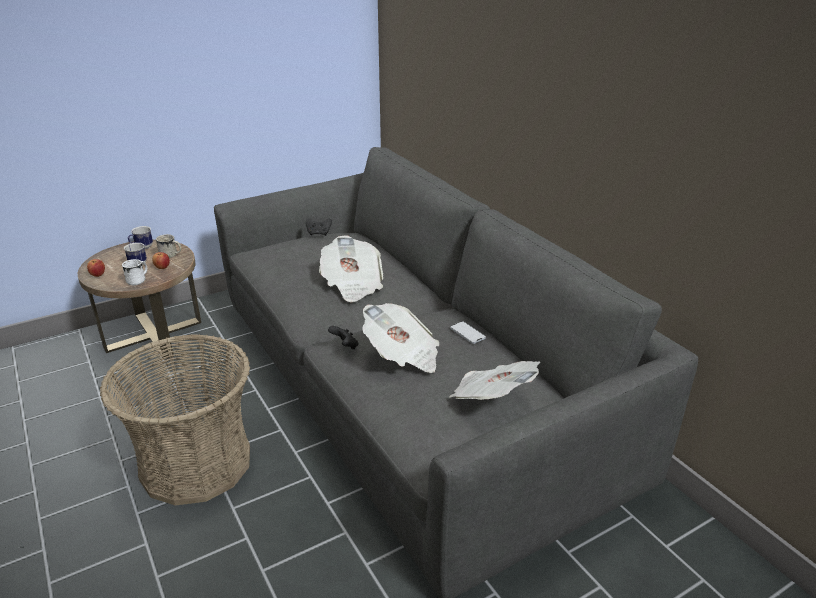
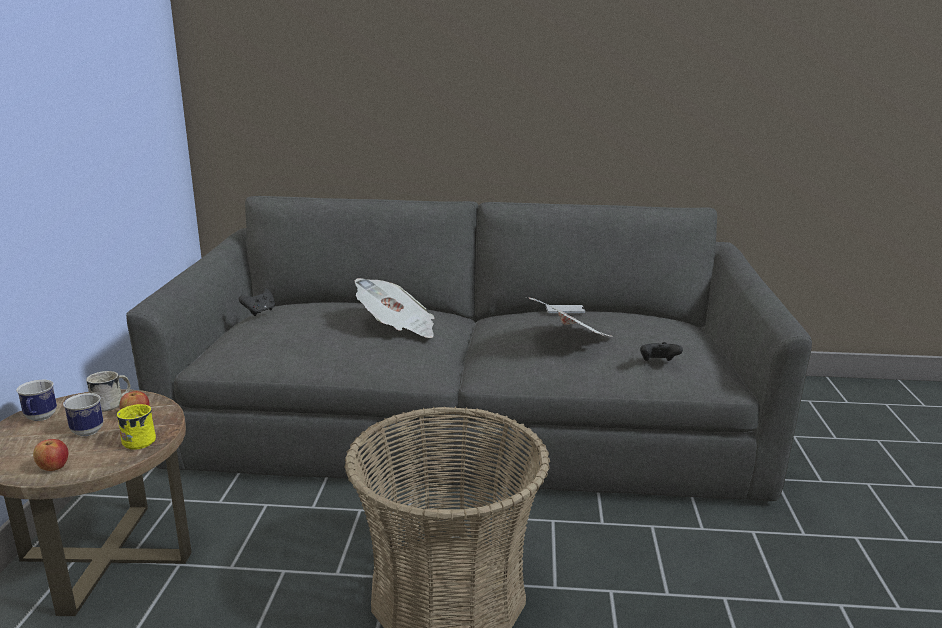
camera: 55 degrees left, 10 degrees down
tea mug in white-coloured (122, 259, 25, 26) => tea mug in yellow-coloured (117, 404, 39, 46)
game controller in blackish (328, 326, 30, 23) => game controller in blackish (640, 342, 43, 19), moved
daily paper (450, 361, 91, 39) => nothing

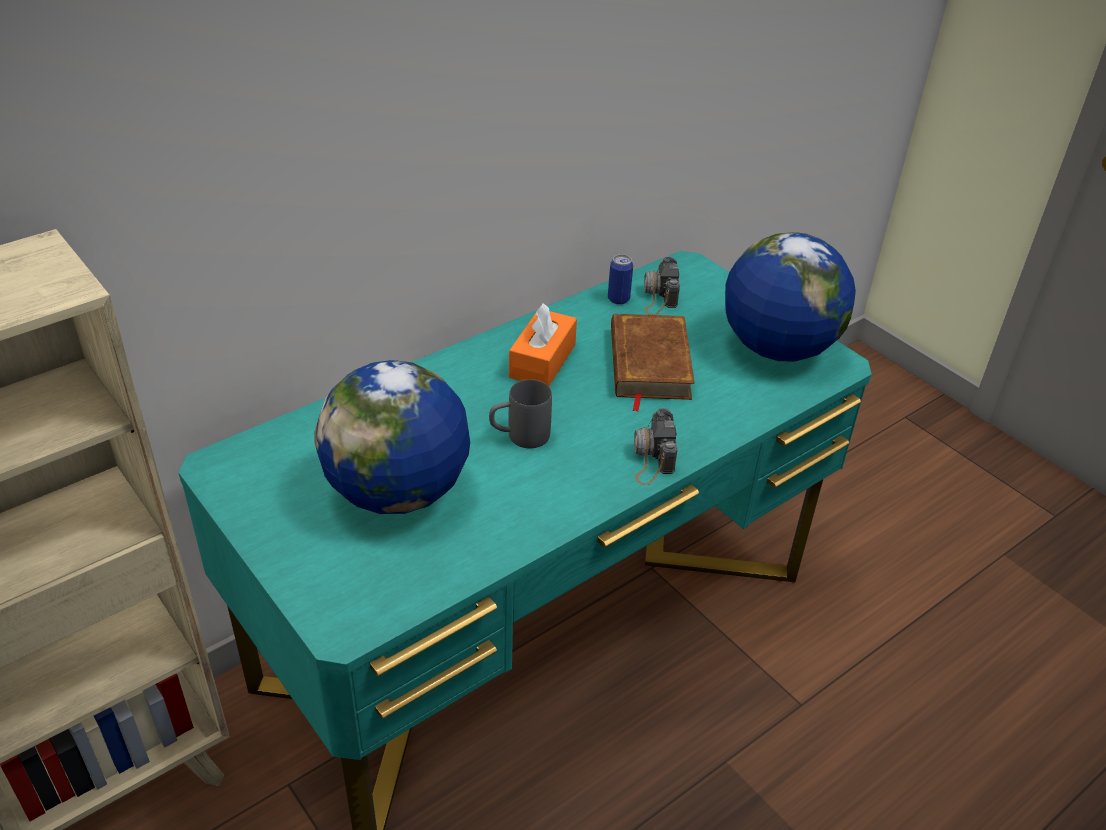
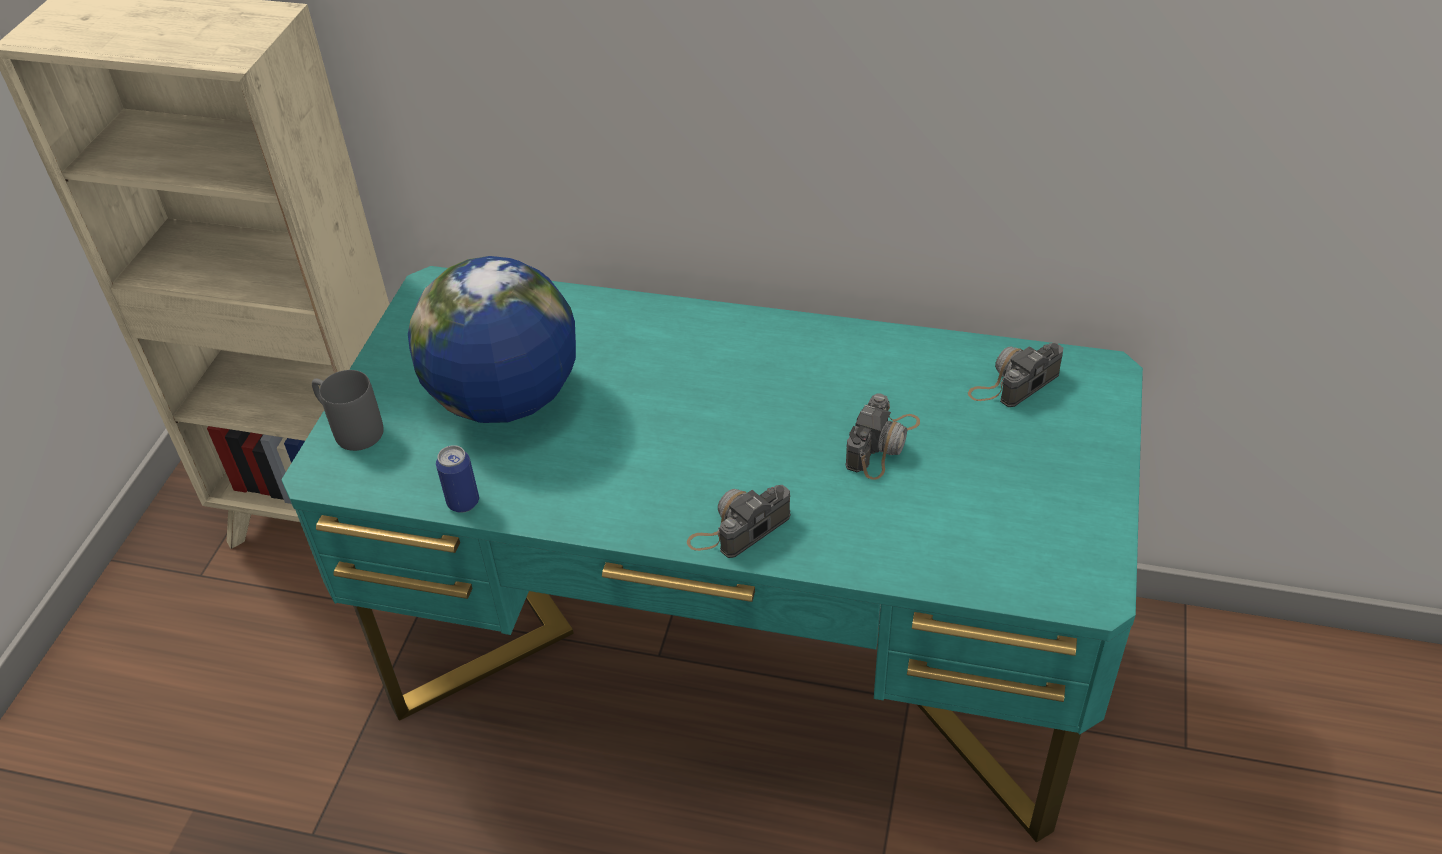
camera: 55 degrees right, 5 degrees up
tea mug in gray (489, 379, 63, 69) => tea mug in gray (312, 370, 72, 81), moved
sealed can (608, 254, 25, 51) => sealed can (436, 445, 43, 68), moved
volume in brownish (611, 314, 84, 98) => still camera (845, 393, 75, 87)
tissue box in orangey (509, 303, 68, 83) => nothing
globe (725, 232, 131, 130) => nothing

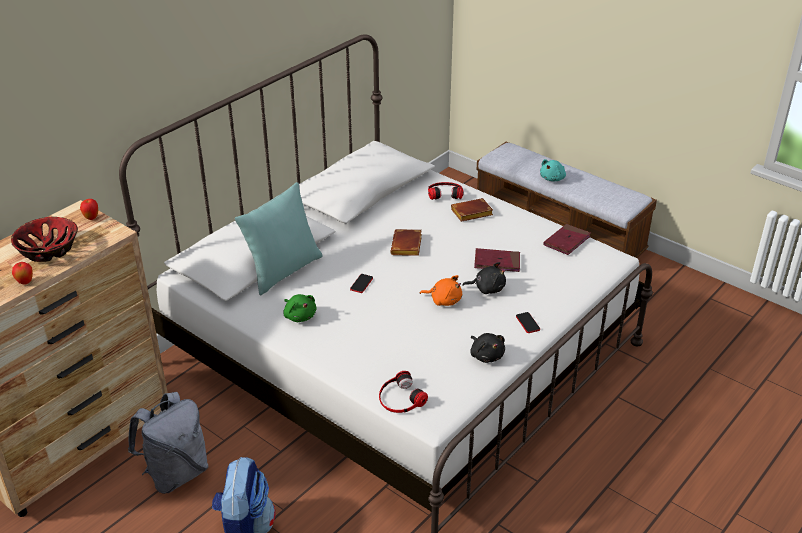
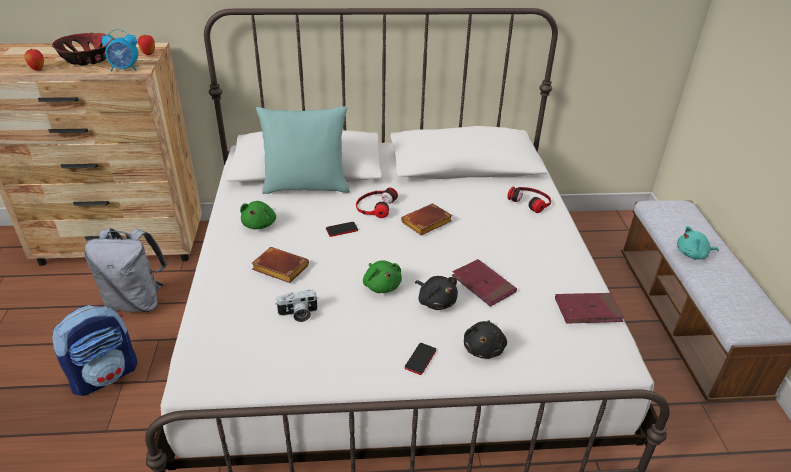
camera: 45 degrees right, 0 degrees up
nothing => alarm clock (102, 29, 36, 43)
volume in brownish (451, 198, 42, 24) => volume in brownish (251, 247, 58, 36), moved
nothing => still camera (275, 290, 43, 32)
pair of headphones (379, 371, 49, 42) => pair of headphones (356, 187, 42, 31), moved
plush toy in orangey (420, 275, 42, 31) => plush toy in greenish (363, 260, 39, 33)
plush toy in blackish (470, 333, 35, 30) => plush toy in blackish (464, 320, 43, 39), moved

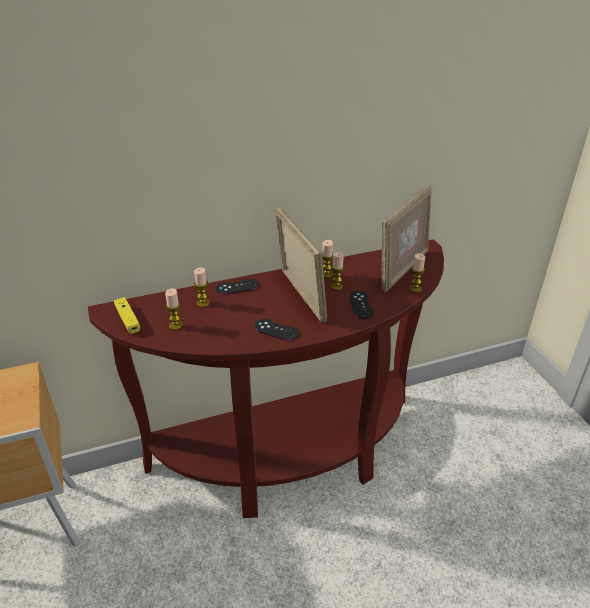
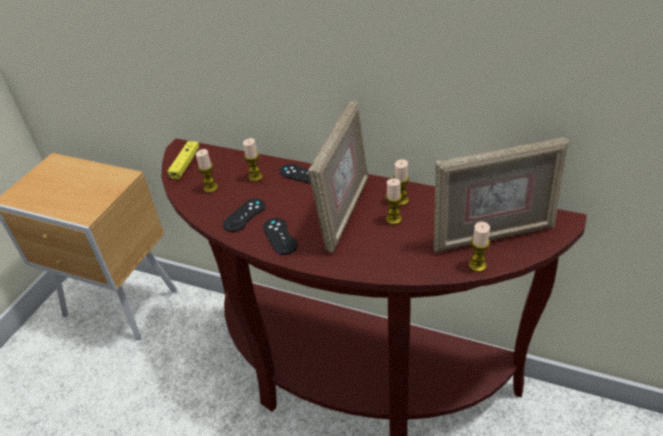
camera: 45 degrees right, 5 degrees up
game controller in blackish (349, 291, 25, 28) => game controller in blackish (223, 199, 42, 33), moved

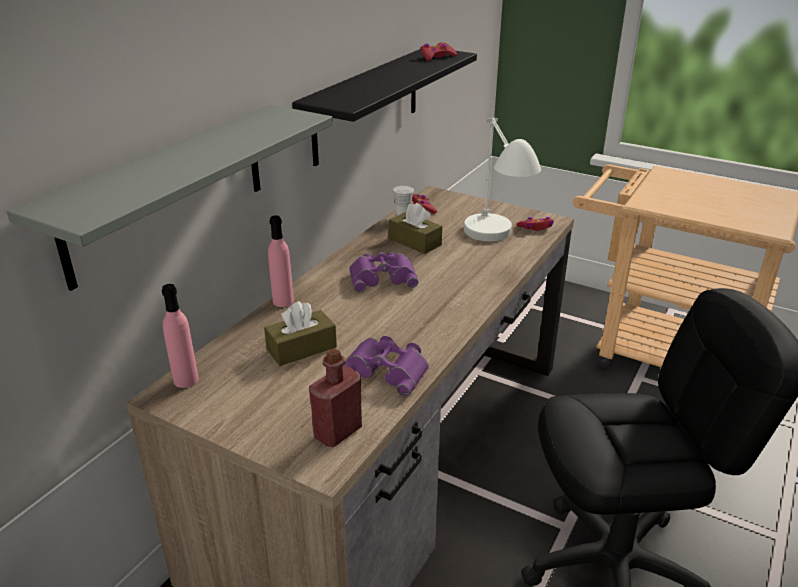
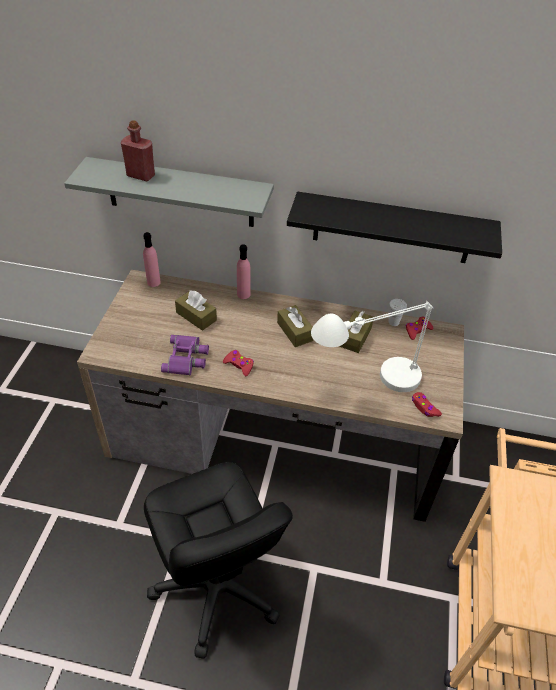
camera: 70 degrees right, 15 degrees up
bottle in red (309, 348, 53, 99) => bottle in red (121, 120, 34, 61), moved
game controller in red (421, 42, 36, 19) => game controller in red (223, 350, 31, 26), moved
binoculars in purple-coloured (349, 252, 69, 40) => tissue box in brownish (277, 305, 36, 42)

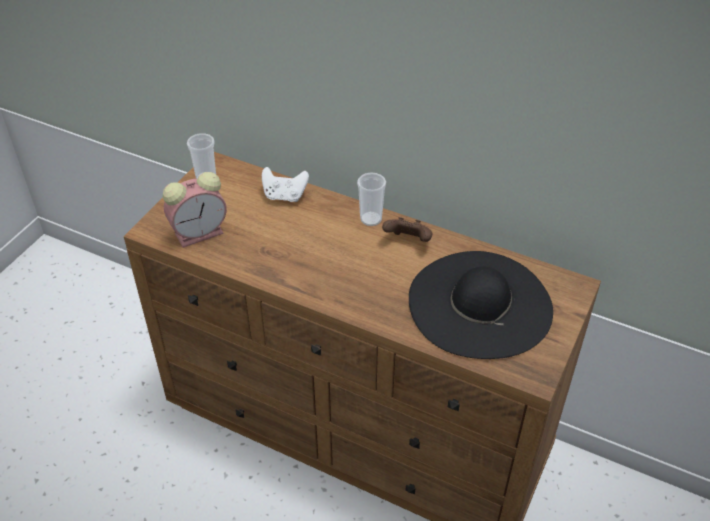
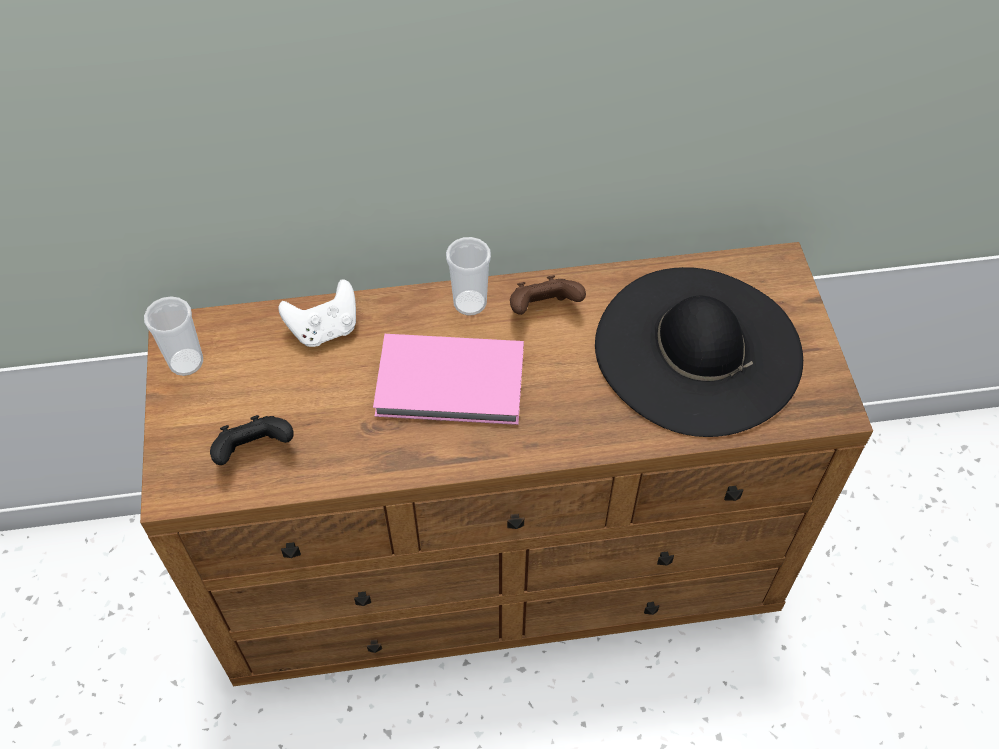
camera: 35 degrees left, 10 degrees up
alarm clock (163, 172, 64, 76) => game controller in blackish (210, 415, 84, 50)
nothing => volume in pink-coloured (373, 334, 151, 91)

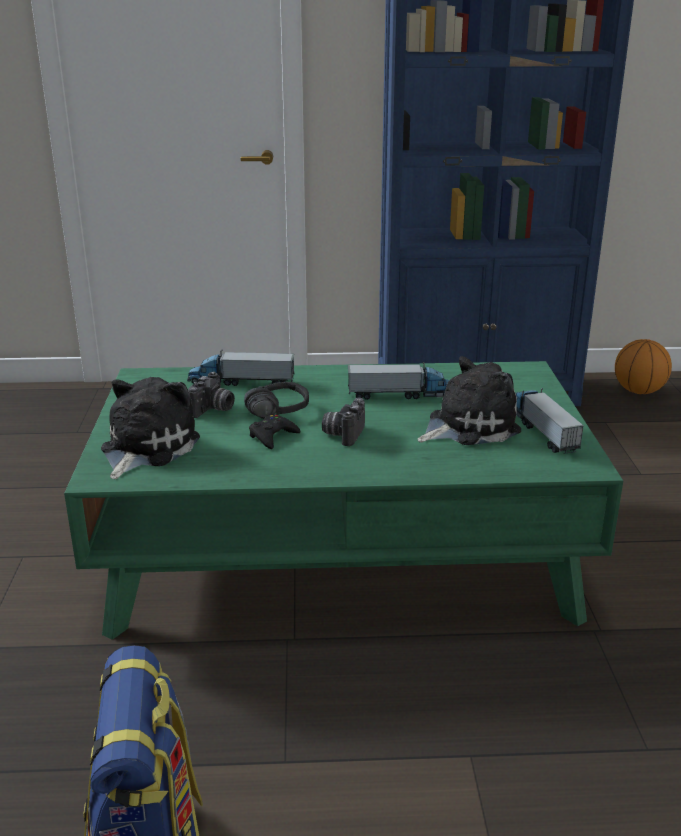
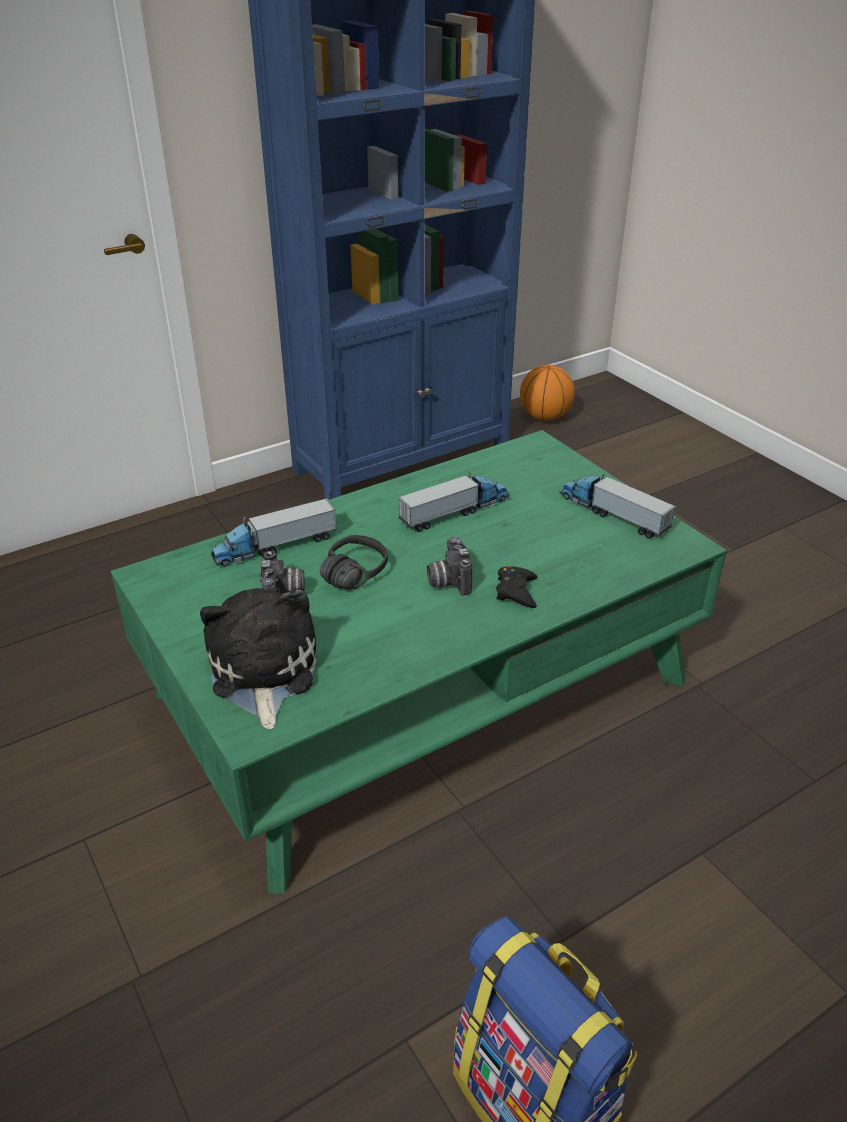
camera: 30 degrees left, 10 degrees up
game controller in blackish (249, 415, 52, 34) => game controller in blackish (496, 566, 41, 42), moved
plush toy (417, 356, 104, 89) => nothing

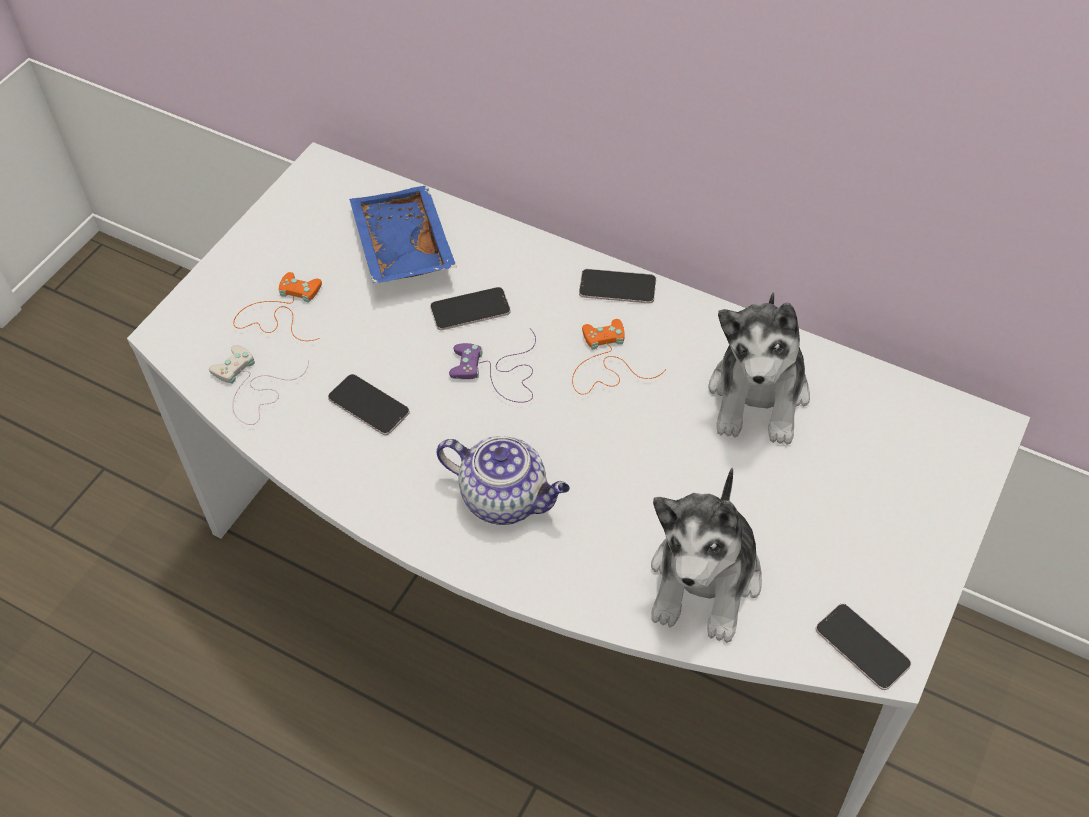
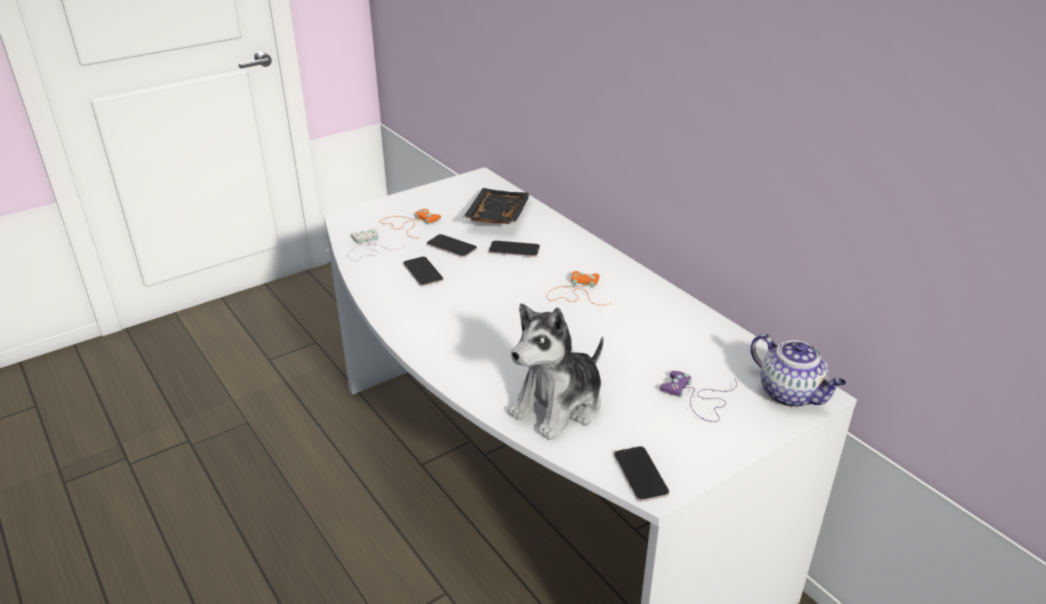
camera: 25 degrees right, 20 degrees down
handset (579, 269, 77, 34) => handset (427, 234, 50, 24), moved
serving tray in blue (349, 185, 108, 99) => serving tray in blackish (463, 188, 68, 36)
game controller in purple-coloured (449, 329, 87, 74) => game controller in purple-coloured (660, 371, 77, 51), moved
tea pot (437, 436, 133, 89) => tea pot (750, 334, 96, 73), moved
plush toy (709, 292, 101, 153) => nothing

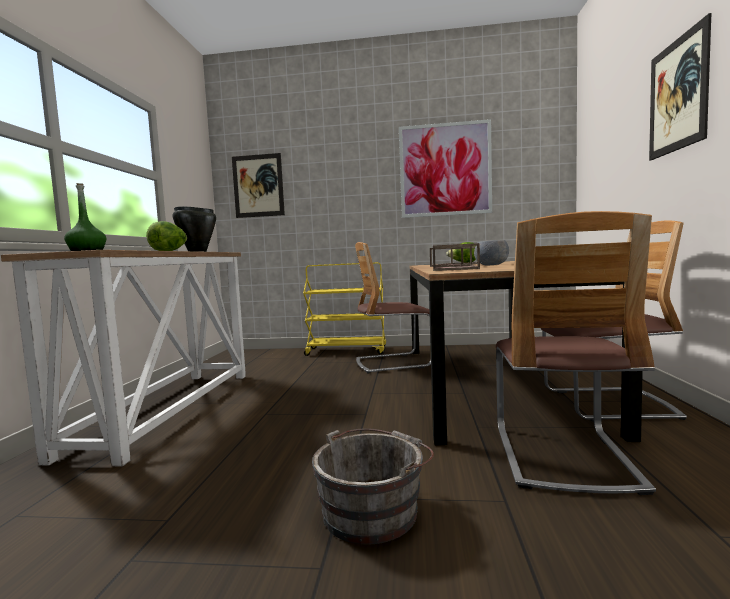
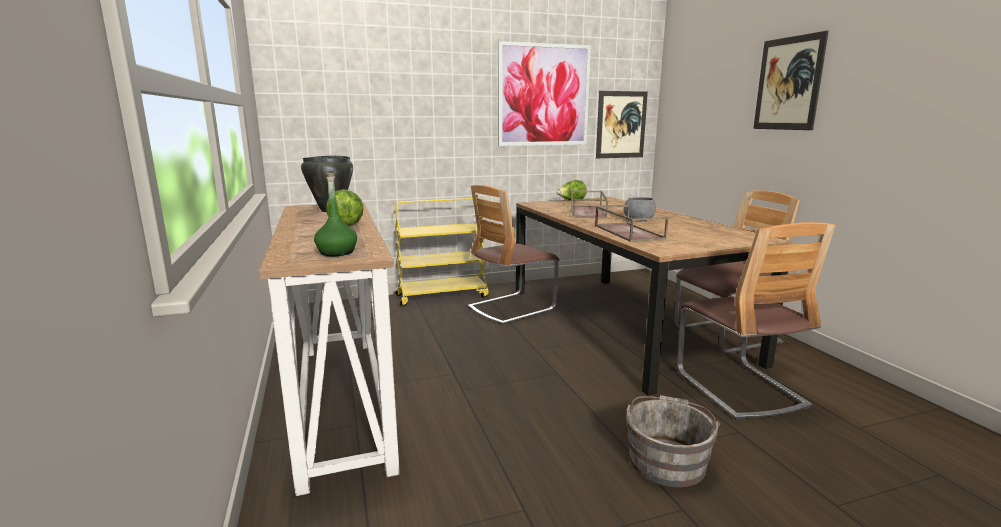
camera: 25 degrees left, 10 degrees up
wall art (232, 153, 53, 65) => wall art (596, 91, 52, 67), moved

